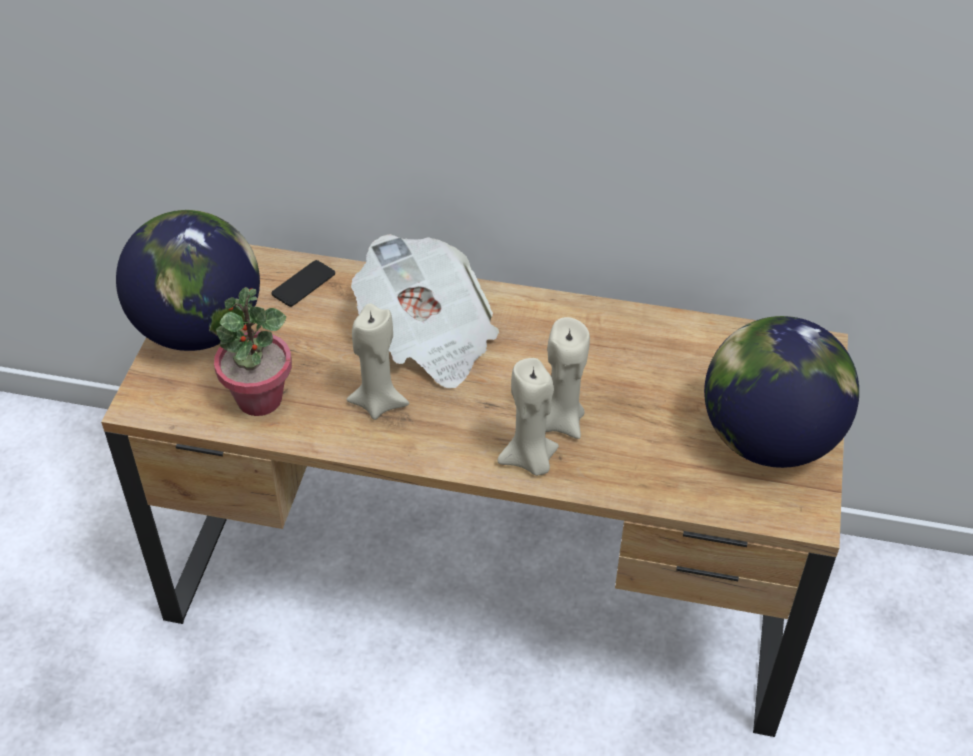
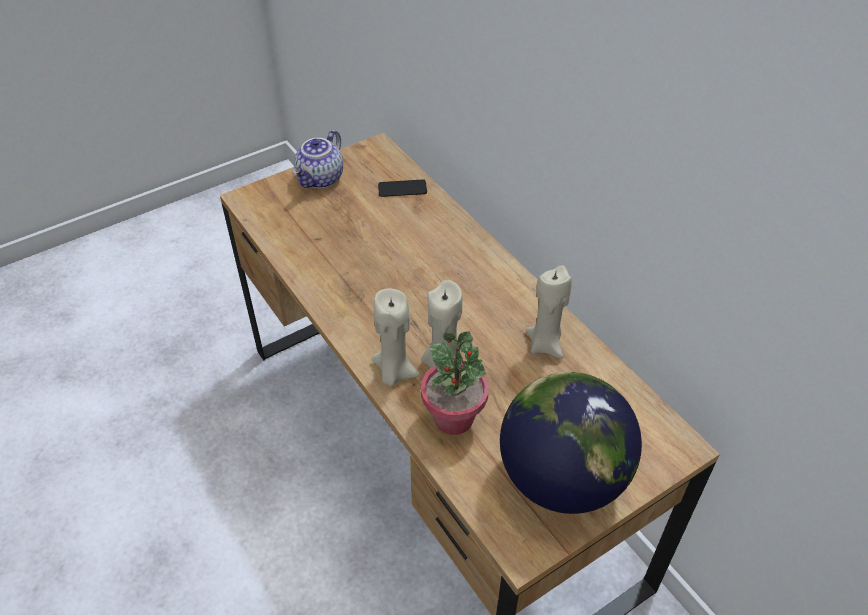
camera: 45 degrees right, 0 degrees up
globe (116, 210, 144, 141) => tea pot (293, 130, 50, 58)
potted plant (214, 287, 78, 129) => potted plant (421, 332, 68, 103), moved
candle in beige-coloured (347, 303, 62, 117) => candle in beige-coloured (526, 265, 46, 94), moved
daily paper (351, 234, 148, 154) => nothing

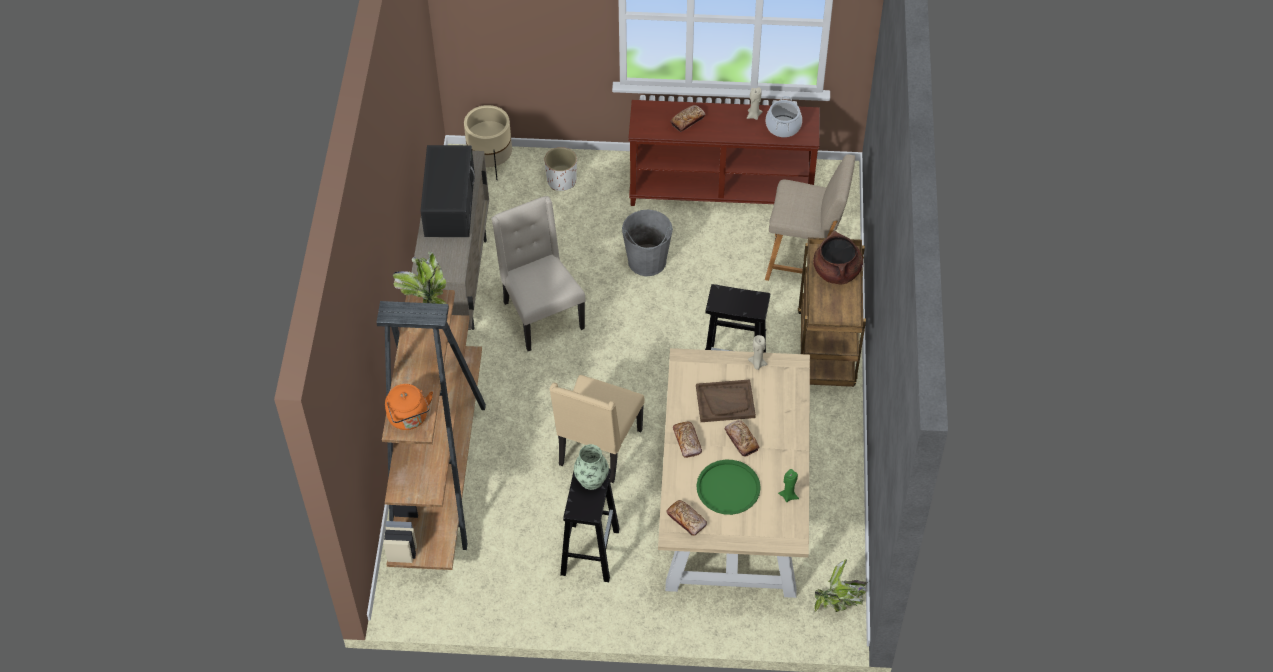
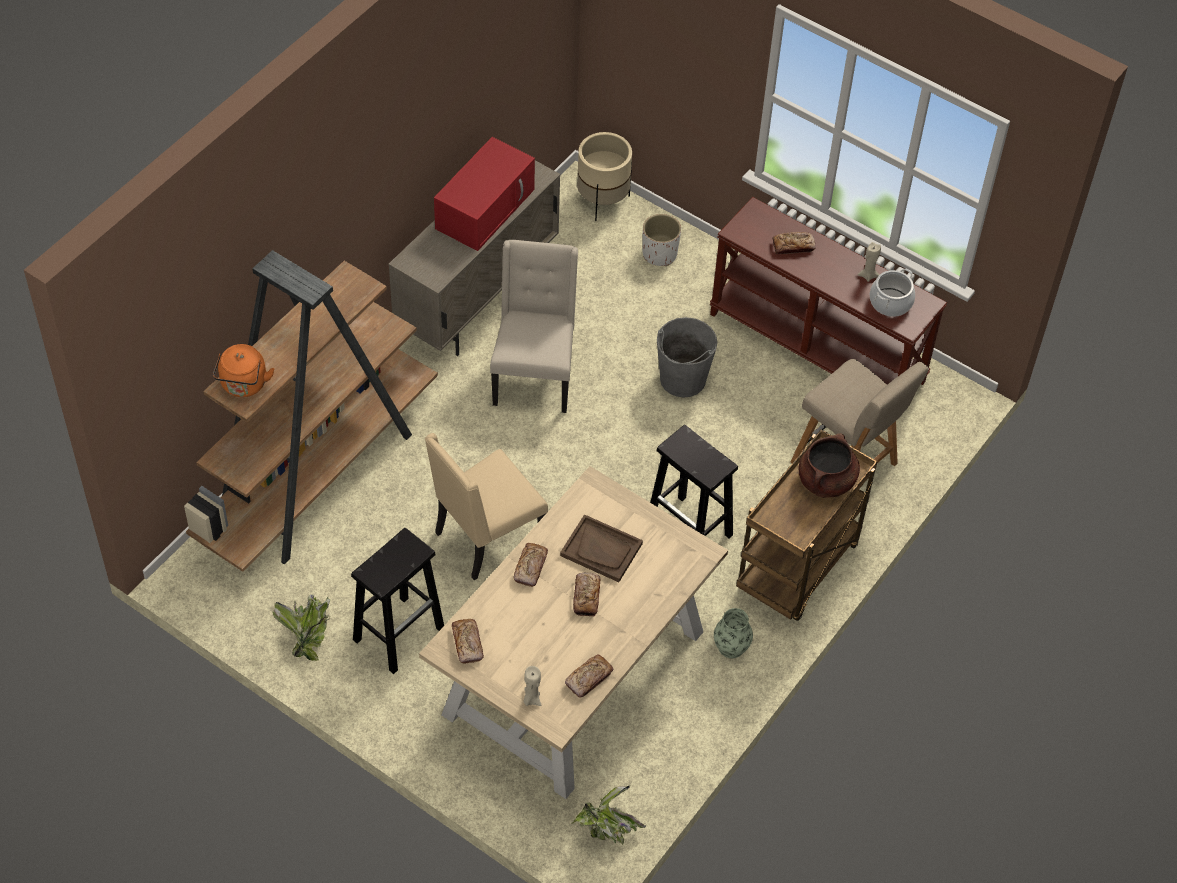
camera: 30 degrees right, 0 degrees up
potted plant (393, 252, 54, 52) => potted plant (272, 594, 59, 67), moved
microwave oven in blackish (420, 145, 55, 92) => microwave oven in red (434, 137, 101, 114)
candle in beige-coloured (748, 335, 20, 35) => candle in beige-coloured (524, 666, 17, 40), moved
candle in greenish (778, 469, 21, 33) => bread (565, 654, 48, 44)
vase (574, 444, 35, 46) => vase (714, 608, 39, 50), moved
serving tray in greenish (696, 460, 65, 55) => nothing

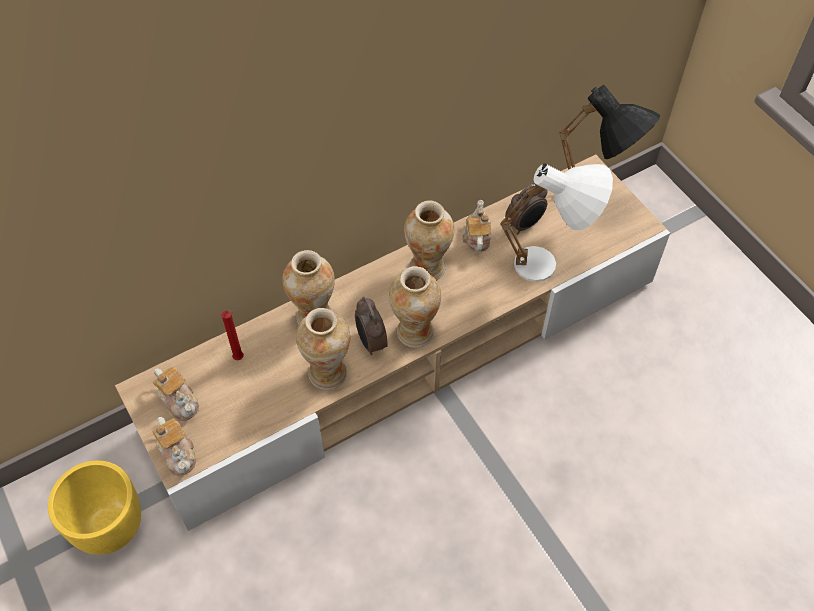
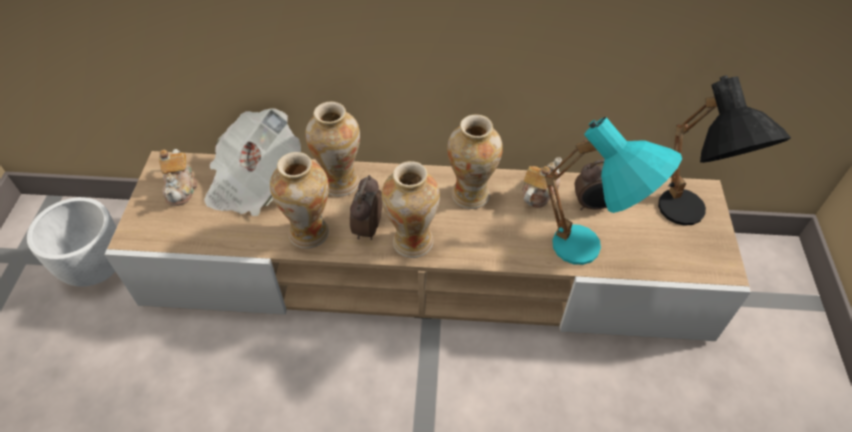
camera: 35 degrees right, 5 degrees down
plant pot in yellow-coloured (48, 460, 93, 95) => plant pot in white-coloured (27, 197, 90, 90)
candle in red (222, 310, 22, 50) => daily paper (204, 108, 97, 108)
table lamp in white-coloured (501, 164, 112, 118) => table lamp in blue-green (545, 117, 137, 148)
tea pot (152, 417, 44, 59) => nothing

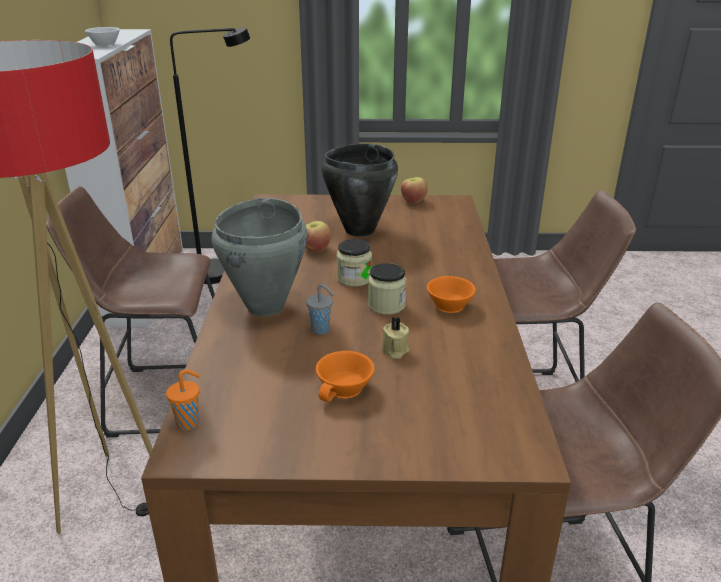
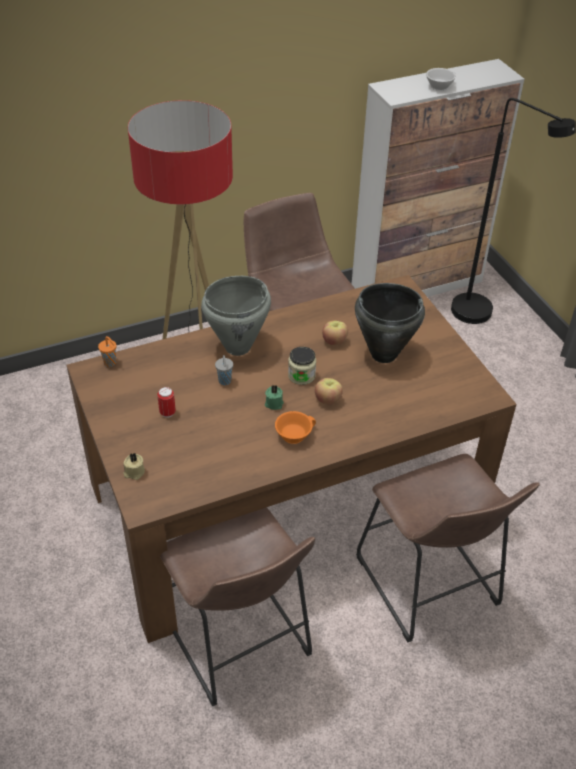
camera: 65 degrees right, 15 degrees up
candle in beige-coloured (381, 317, 28, 42) => candle in beige-coloured (123, 452, 22, 28), moved
small cup in orangey (316, 351, 58, 51) => sealed can (157, 387, 19, 31)
preserve jar (368, 263, 38, 52) => candle in greenish (265, 385, 19, 25)
whole apple (401, 177, 27, 26) => whole apple (315, 378, 28, 27), moved

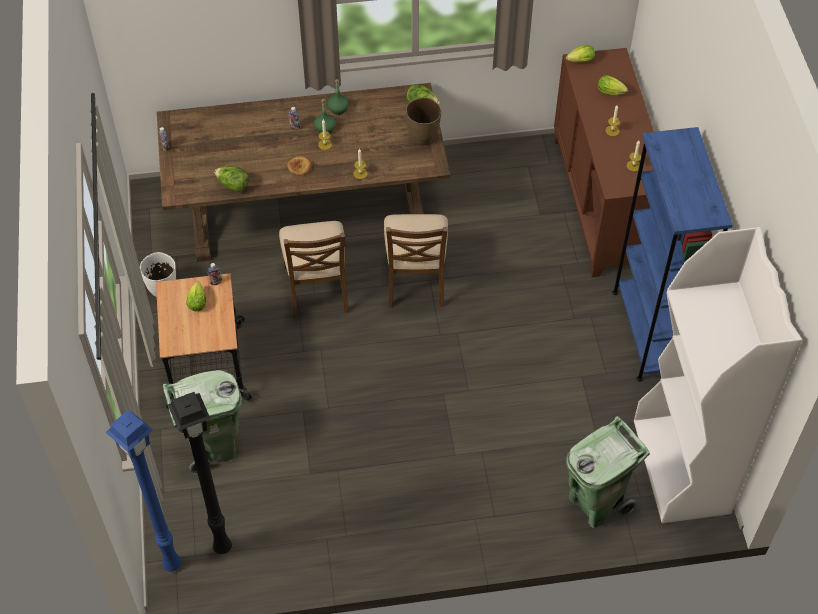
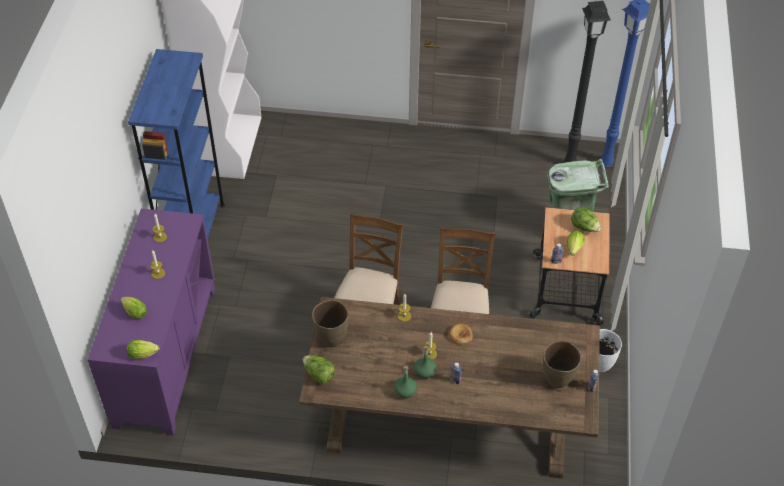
camera: 165 degrees left, 5 degrees down
storage cabinet in brownish (554, 48, 100, 229) => storage cabinet in purple-coloured (87, 208, 128, 228)
nothing => vase in brownish (543, 341, 38, 47)
lettuce (215, 166, 34, 26) => lettuce (571, 207, 30, 25), moved
rubbish bin in greenish (566, 416, 84, 112) => nothing

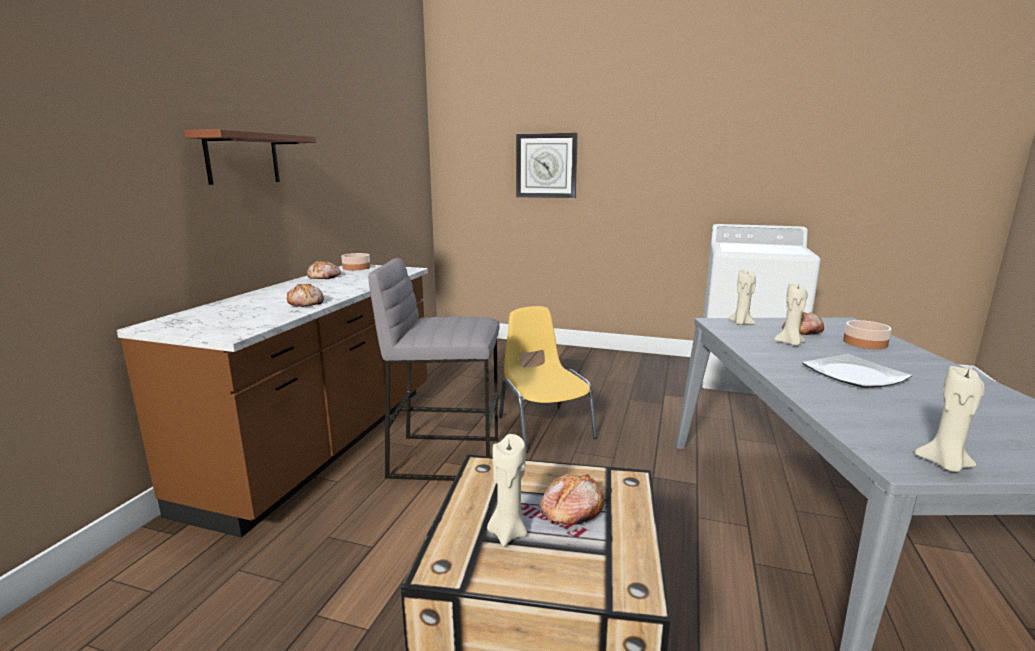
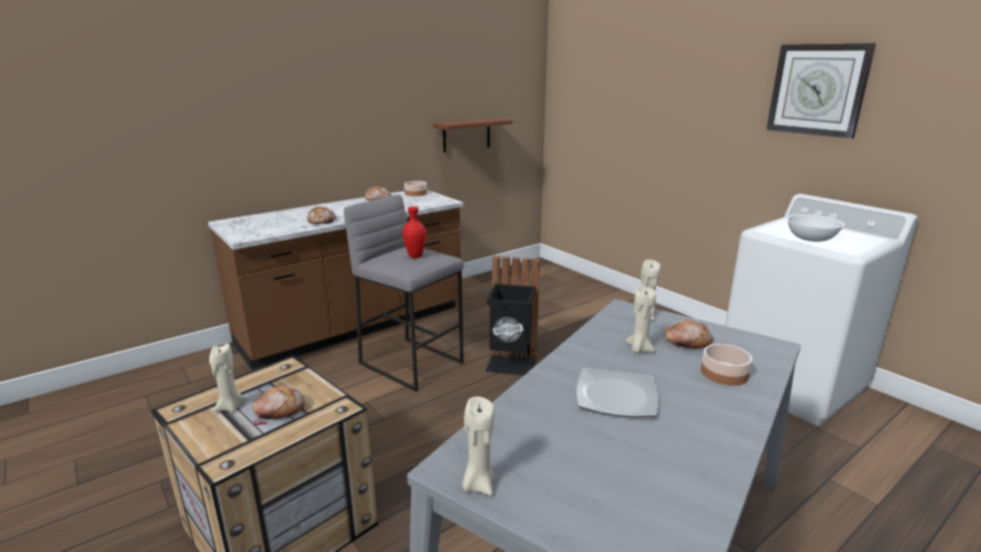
camera: 35 degrees right, 5 degrees up
nothing => vase in red (402, 207, 24, 51)
bracket shelf in brownish (184, 129, 132, 56) => bracket shelf in brownish (433, 118, 79, 35), moved
chair in yellow-coloured (499, 306, 98, 147) => rubbish bin in blackish (485, 256, 55, 120)
clock on the wall (516, 133, 62, 65) => clock on the wall (766, 43, 110, 96), moved
nothing => bowl in white-coloured (786, 214, 59, 28)

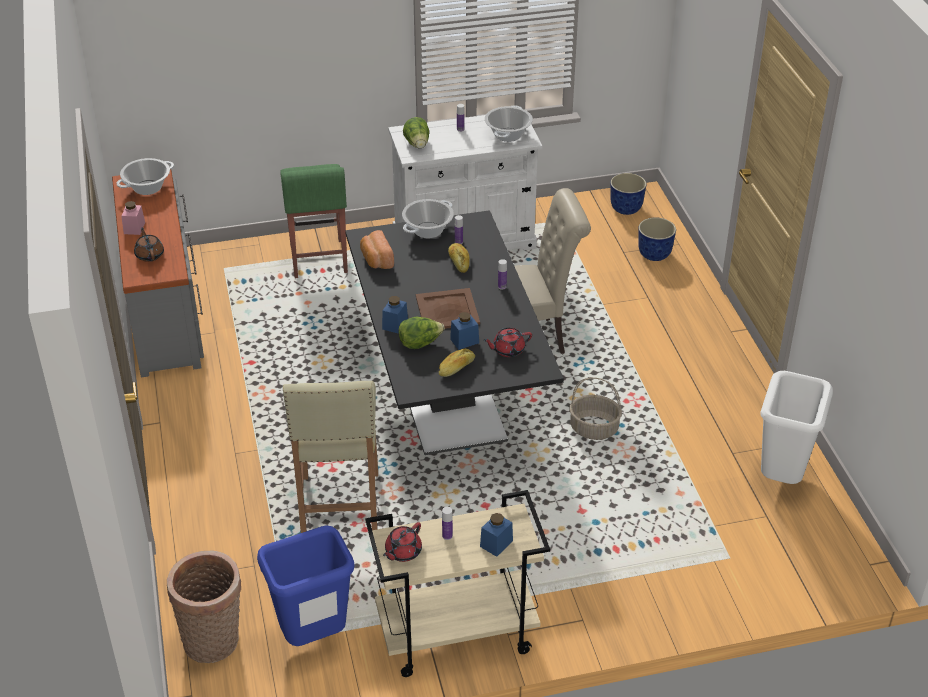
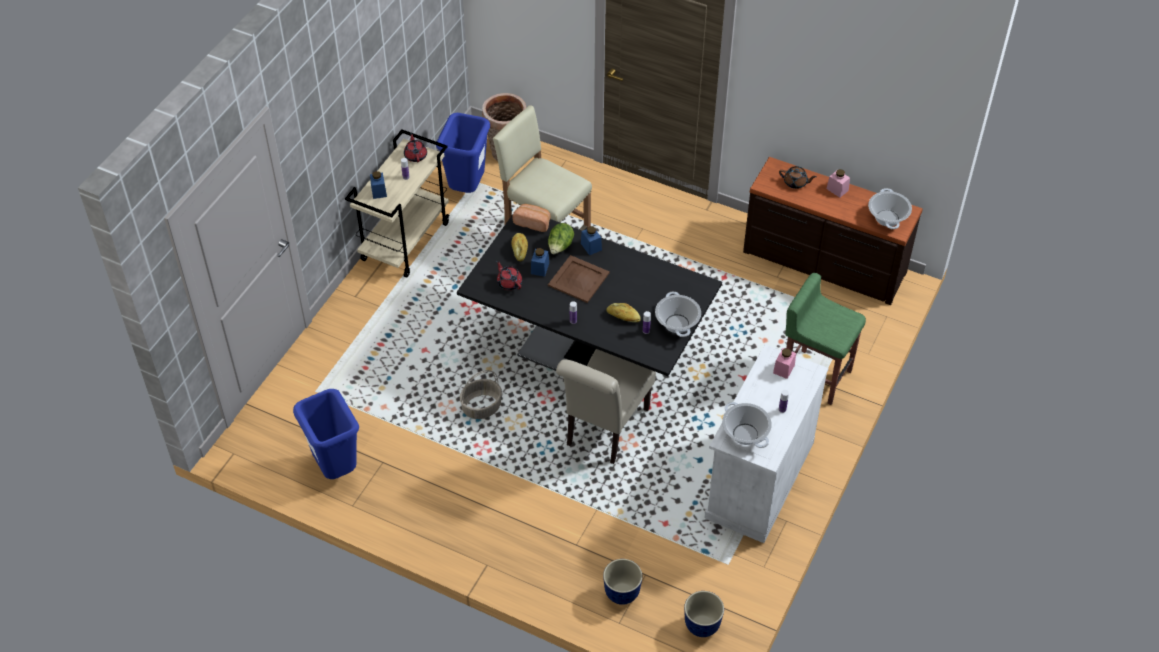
camera: 130 degrees right, 10 degrees up
rubbish bin in white-coloured (760, 371, 73, 113) => rubbish bin in blue (293, 389, 66, 90)
tea pot in red (483, 328, 49, 29) => tea pot in red (496, 260, 26, 30), 60 degrees counterclockwise
bread (360, 230, 34, 39) => bread (512, 204, 39, 28), moved
dresser in gray (112, 170, 92, 207) => dresser in brownish (743, 157, 180, 148)
lettuce (403, 117, 26, 32) => preserve jar in pink-coloured (773, 348, 23, 31)

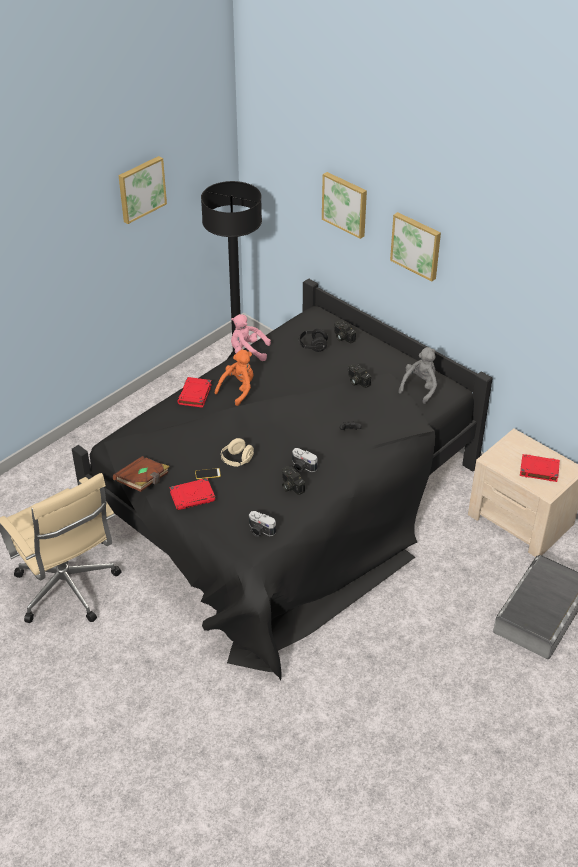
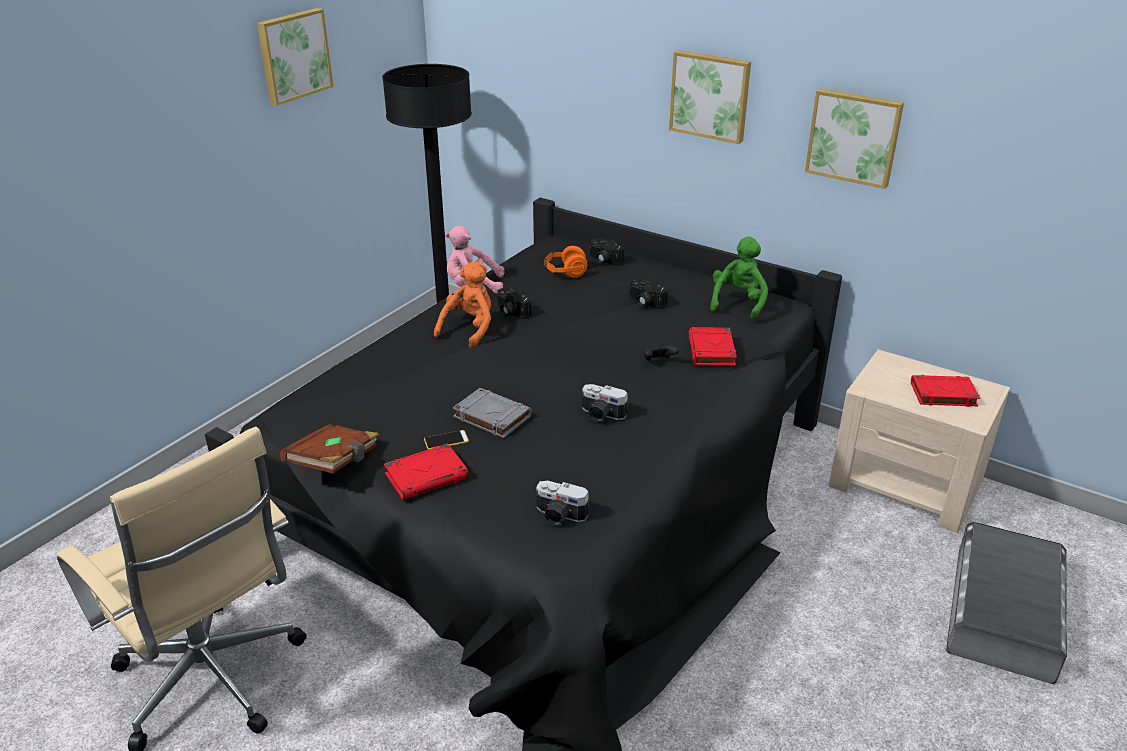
camera: 10 degrees left, 10 degrees down
pair of headphones in beige-coloured (221, 438, 33, 29) => volume in gray (453, 388, 79, 50)
still camera (281, 466, 24, 29) => still camera (496, 287, 36, 33), moved
pair of headphones in blackish (299, 328, 29, 24) => pair of headphones in orangey (544, 246, 43, 32)
volume in red (177, 377, 35, 31) => volume in red (689, 327, 48, 39), moved
plush toy in gray (398, 347, 39, 57) => plush toy in greenish (710, 236, 58, 84)
wall art (322, 172, 45, 67) => wall art (805, 88, 99, 101), moved

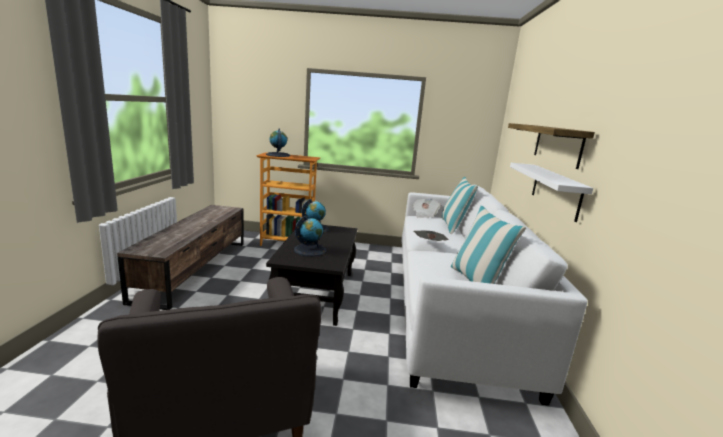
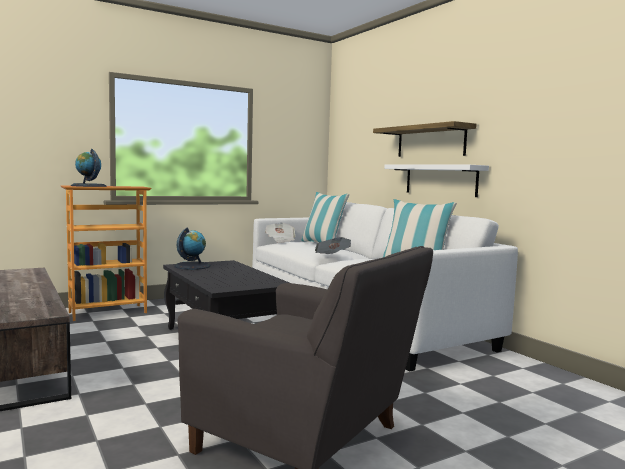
camera: 35 degrees left, 10 degrees down
globe (294, 216, 32, 40) => nothing

